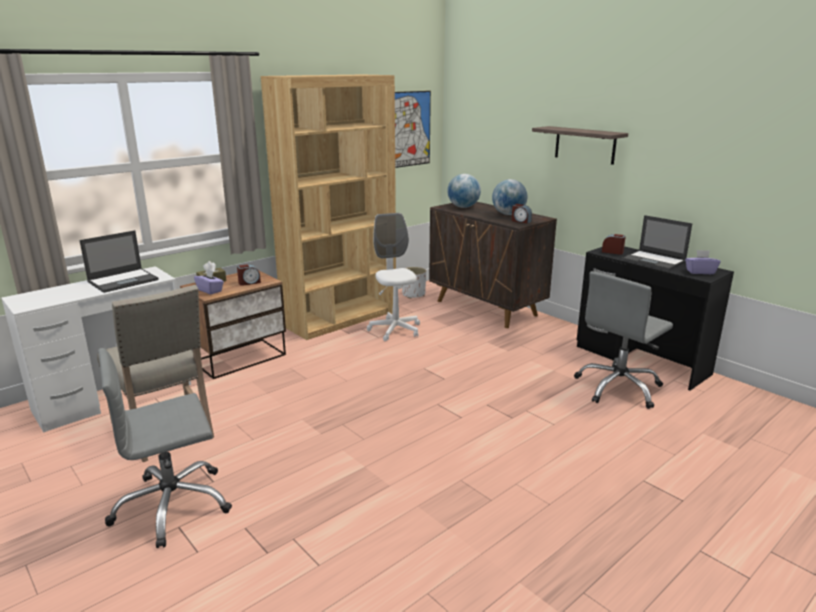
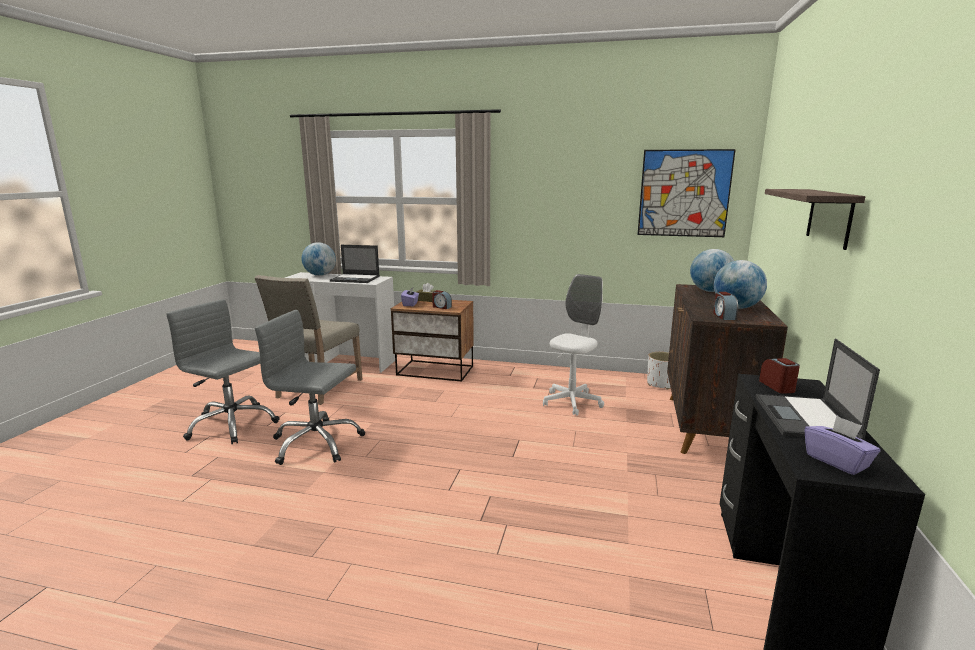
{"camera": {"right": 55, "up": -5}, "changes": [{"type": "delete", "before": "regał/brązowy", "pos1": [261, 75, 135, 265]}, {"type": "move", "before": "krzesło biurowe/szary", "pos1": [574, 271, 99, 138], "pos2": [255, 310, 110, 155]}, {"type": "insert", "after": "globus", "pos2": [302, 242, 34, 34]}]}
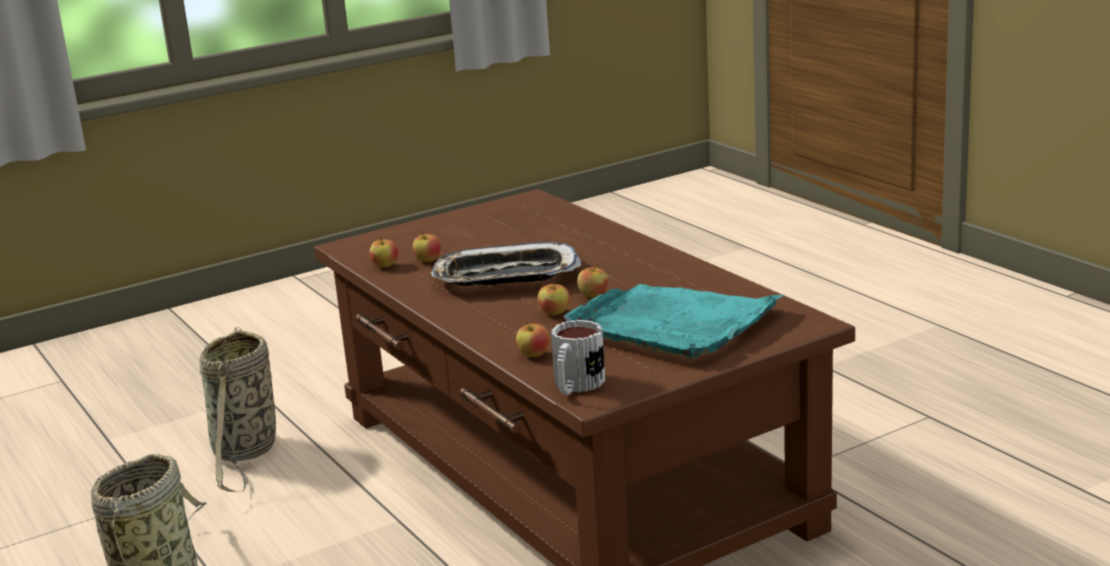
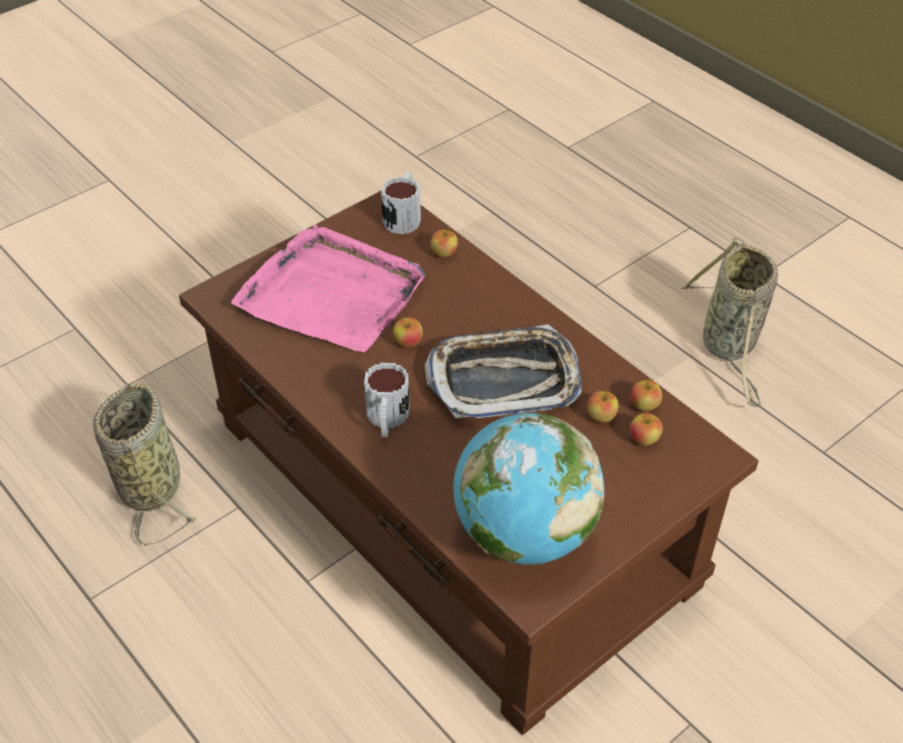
{"camera": {"right": 170, "up": 25}, "changes": [{"type": "move", "before": "koszyk", "pos1": [199, 327, 77, 165], "pos2": [93, 382, 103, 164]}, {"type": "move", "before": "jabłko", "pos1": [538, 281, 32, 34], "pos2": [630, 412, 33, 34]}, {"type": "recolor", "before": "taca/turkusowy", "after": "taca/różowy", "pos1": [563, 284, 221, 75], "pos2": [231, 225, 195, 127]}, {"type": "insert", "after": "kubek", "pos2": [364, 363, 46, 74]}, {"type": "insert", "after": "globus", "pos2": [453, 413, 151, 152]}]}
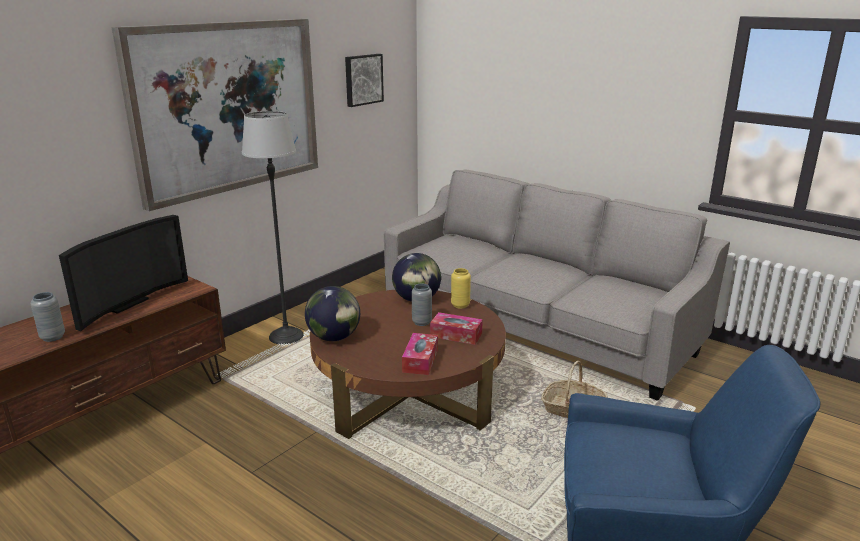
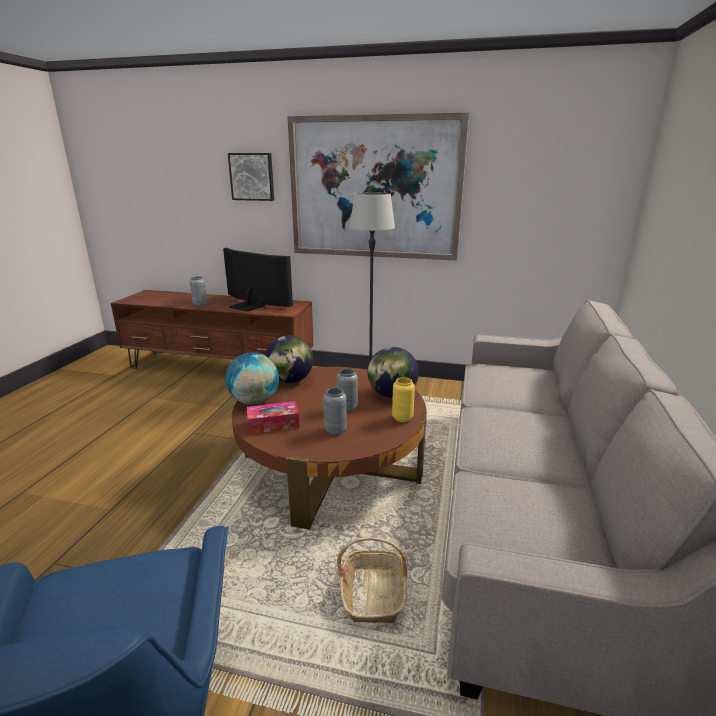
{"camera": {"right": 65, "up": 0}, "changes": [{"type": "rotate", "before": "telewizor", "pos1": [59, 215, 129, 116], "pos2": [223, 248, 70, 64], "turn": -150}, {"type": "move", "before": "obraz", "pos1": [345, 54, 39, 53], "pos2": [228, 153, 46, 48]}, {"type": "replace", "before": "pudełko chusteczek", "after": "wazon/szary", "pos1": [430, 312, 53, 33], "pos2": [323, 388, 24, 47]}, {"type": "insert", "after": "globus", "pos2": [225, 352, 54, 53]}]}
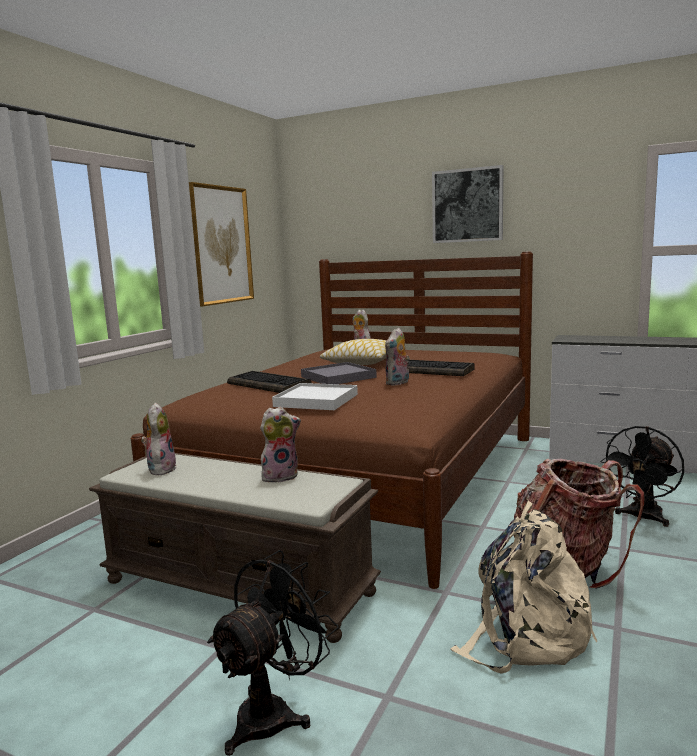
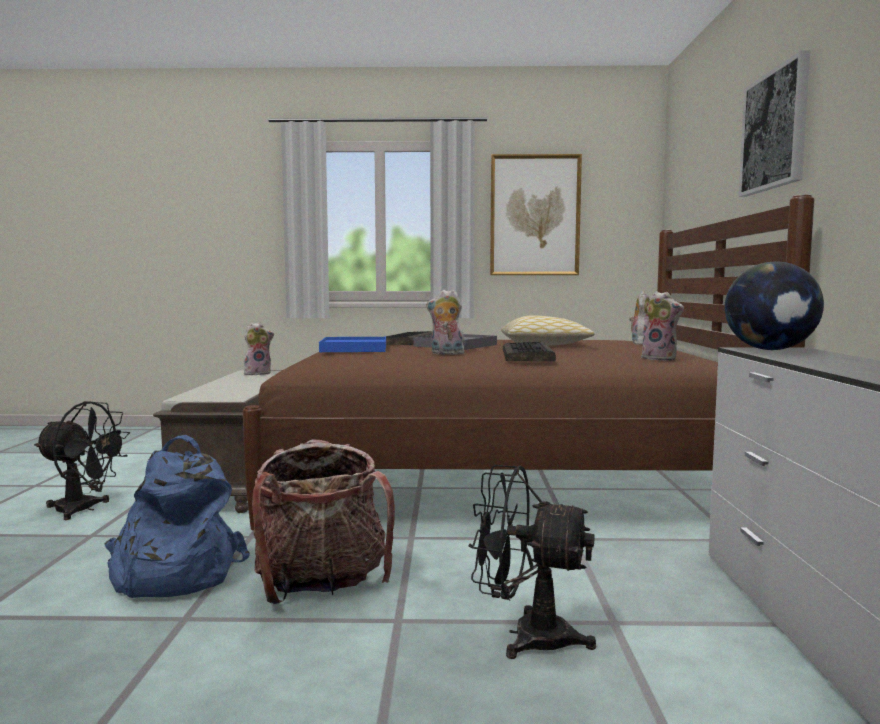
{"camera": {"right": 65, "up": -5}, "changes": [{"type": "move", "before": "pluszak", "pos1": [260, 407, 41, 77], "pos2": [641, 291, 43, 70]}, {"type": "recolor", "before": "taca/biały", "after": "taca/niebieski", "pos1": [272, 383, 86, 27], "pos2": [319, 337, 67, 15]}, {"type": "recolor", "before": "plecak/beżowy", "after": "plecak/niebieski", "pos1": [450, 501, 147, 173], "pos2": [105, 435, 145, 163]}, {"type": "insert", "after": "globus", "pos2": [725, 261, 99, 89]}]}
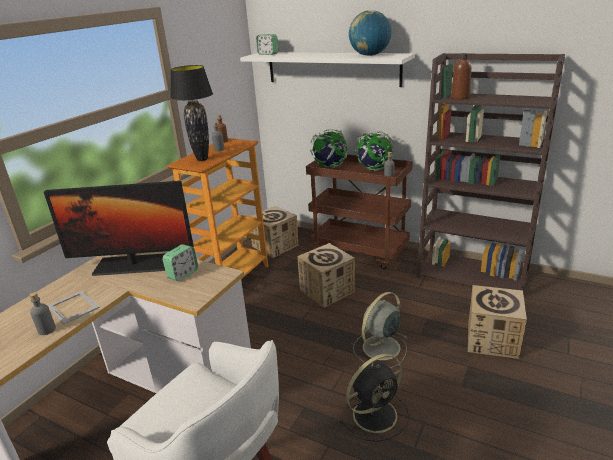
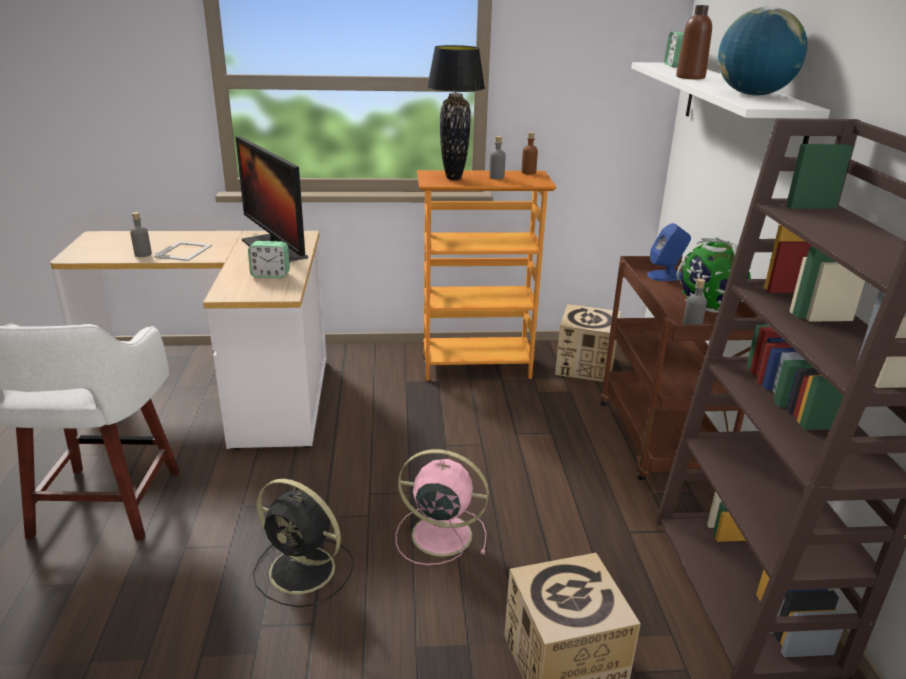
{"camera": {"right": 55, "up": 0}, "changes": [{"type": "delete", "before": "karton", "pos1": [297, 243, 58, 65]}, {"type": "replace", "before": "globus", "after": "głośnik/niebieski", "pos1": [310, 129, 38, 39], "pos2": [647, 223, 44, 58]}, {"type": "recolor", "before": "wentylator/szary", "after": "wentylator/różowy", "pos1": [353, 292, 55, 76], "pos2": [396, 449, 93, 116]}, {"type": "move", "before": "butelka/brązowy", "pos1": [451, 53, 20, 47], "pos2": [676, 5, 36, 74]}]}
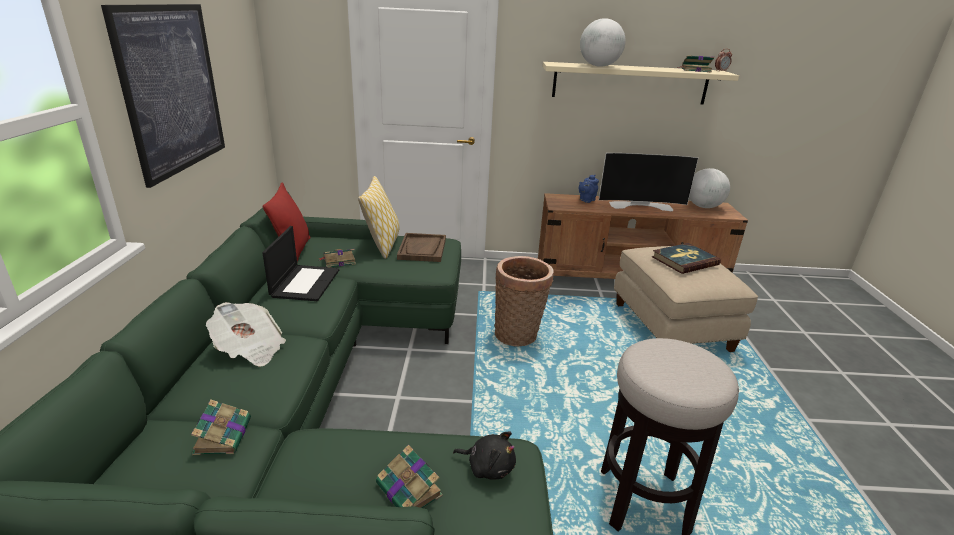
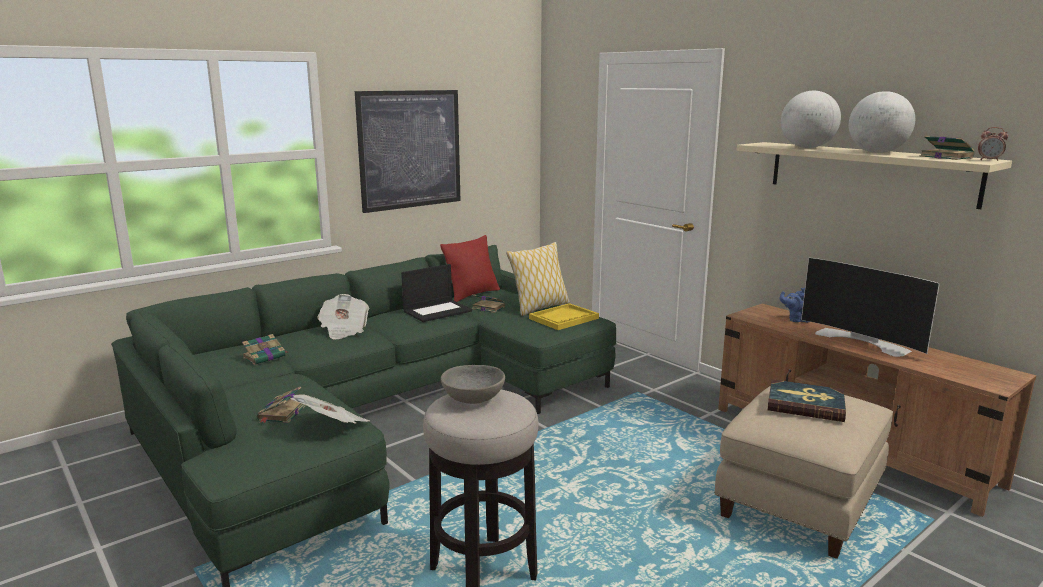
{"camera": {"right": 50, "up": -10}, "changes": [{"type": "recolor", "before": "taca/brązowy", "after": "taca/żółty", "pos1": [397, 233, 49, 29], "pos2": [529, 303, 70, 27]}, {"type": "replace", "before": "pluszak/czarny", "after": "gazeta", "pos1": [453, 432, 63, 47], "pos2": [290, 395, 80, 29]}, {"type": "delete", "before": "koszyk", "pos1": [495, 256, 59, 91]}, {"type": "move", "before": "globus", "pos1": [689, 168, 41, 40], "pos2": [849, 91, 66, 62]}, {"type": "insert", "after": "miska/szary", "pos2": [441, 365, 64, 39]}]}
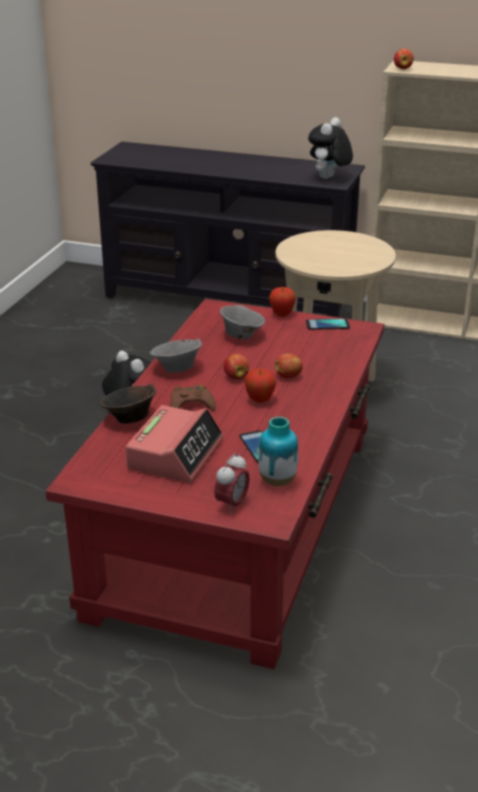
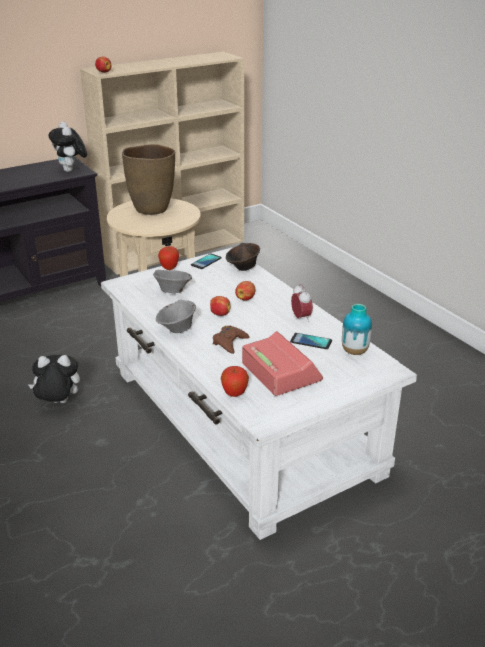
{"camera": {"right": -50, "up": 0}, "changes": [{"type": "recolor", "before": "ława/czerwony", "after": "ława/biały", "pos1": [45, 299, 339, 370], "pos2": [101, 247, 316, 293]}, {"type": "move", "before": "miska/brązowy", "pos1": [100, 384, 56, 40], "pos2": [226, 243, 34, 28]}, {"type": "move", "before": "budzik", "pos1": [214, 453, 36, 61], "pos2": [291, 284, 22, 38]}, {"type": "move", "before": "jabłko", "pos1": [245, 368, 31, 35], "pos2": [221, 366, 28, 31]}, {"type": "insert", "after": "wazon/brązowy", "pos2": [122, 144, 53, 71]}]}
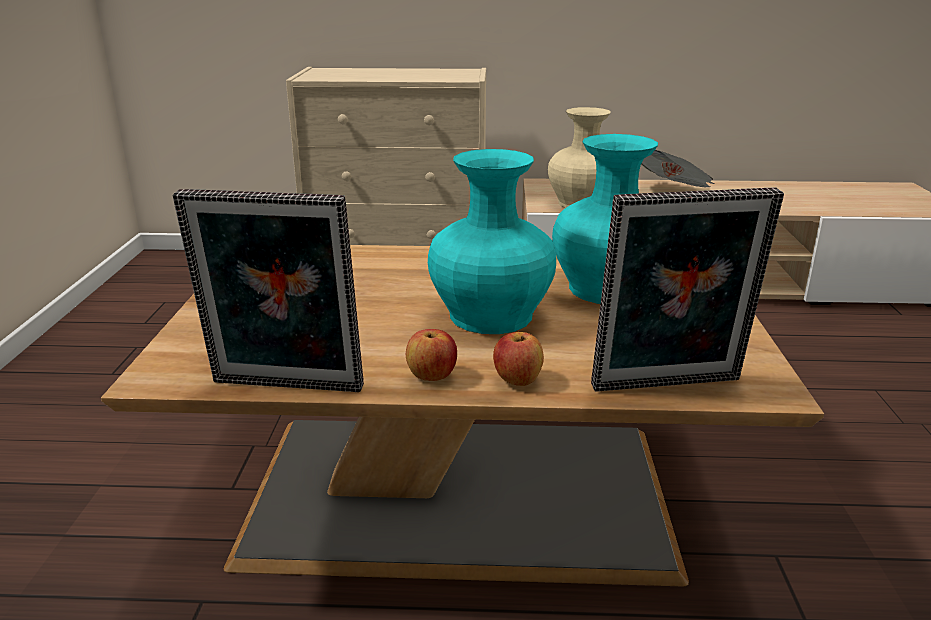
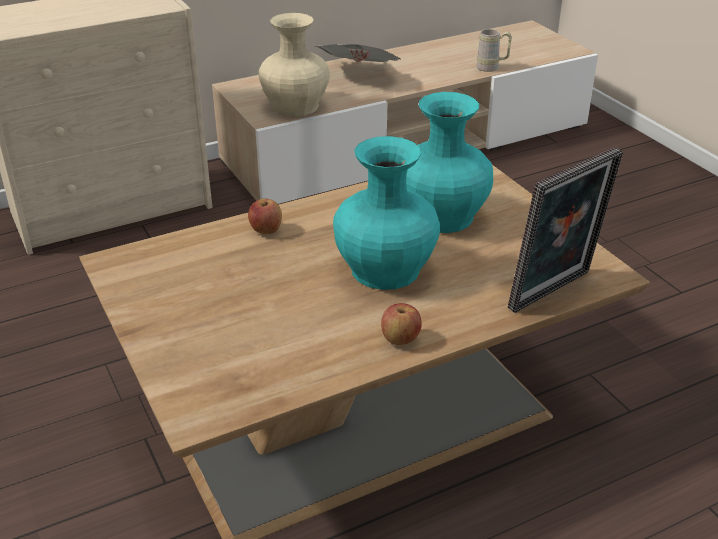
{"camera": {"right": -30, "up": 10}, "changes": [{"type": "delete", "before": "ramka na zdjęcie", "pos1": [173, 189, 191, 203]}, {"type": "move", "before": "jabłko", "pos1": [493, 332, 51, 54], "pos2": [248, 199, 34, 35]}, {"type": "insert", "after": "kubek/beżowy", "pos2": [476, 29, 36, 43]}]}
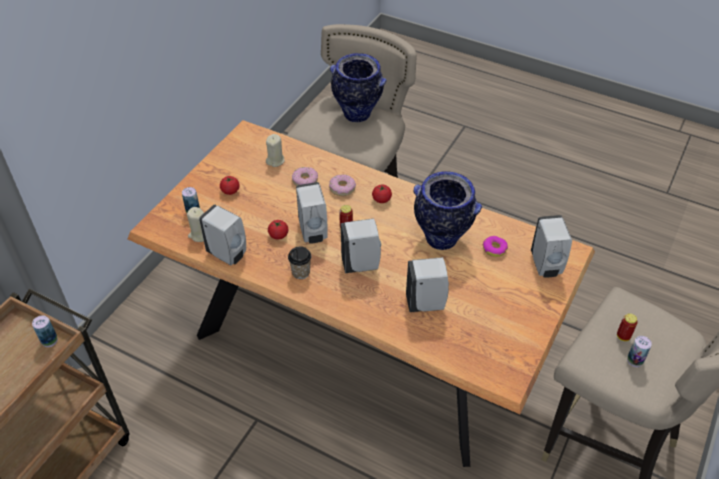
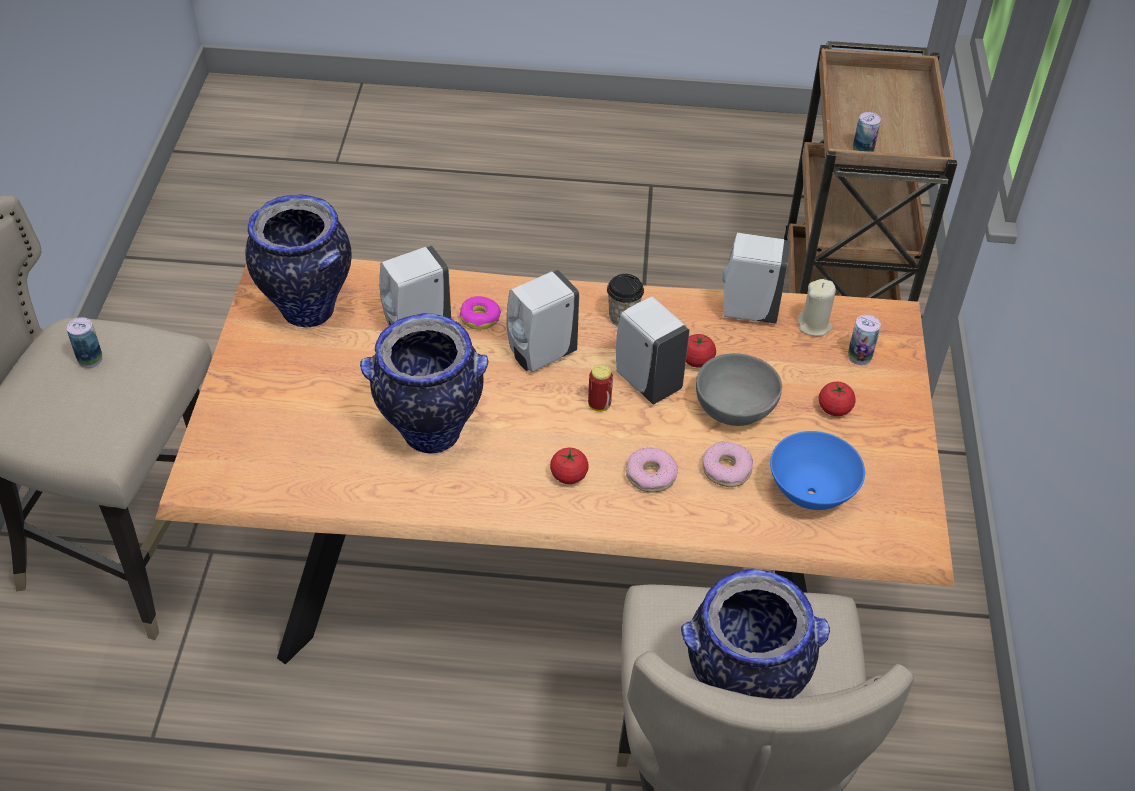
{"camera": {"right": 155, "up": 0}, "changes": [{"type": "replace", "before": "świeca/beżowy", "after": "miska/niebieski", "pos1": [266, 134, 19, 33], "pos2": [770, 431, 95, 79]}, {"type": "move", "before": "donut", "pos1": [482, 236, 26, 21], "pos2": [460, 296, 41, 34]}, {"type": "delete", "before": "dozownik mydła/biały", "pos1": [531, 215, 41, 63]}, {"type": "delete", "before": "puszka", "pos1": [617, 313, 21, 28]}, {"type": "insert", "after": "wazon", "pos2": [246, 194, 106, 133]}, {"type": "insert", "after": "miska/szary", "pos2": [696, 353, 86, 73]}]}
